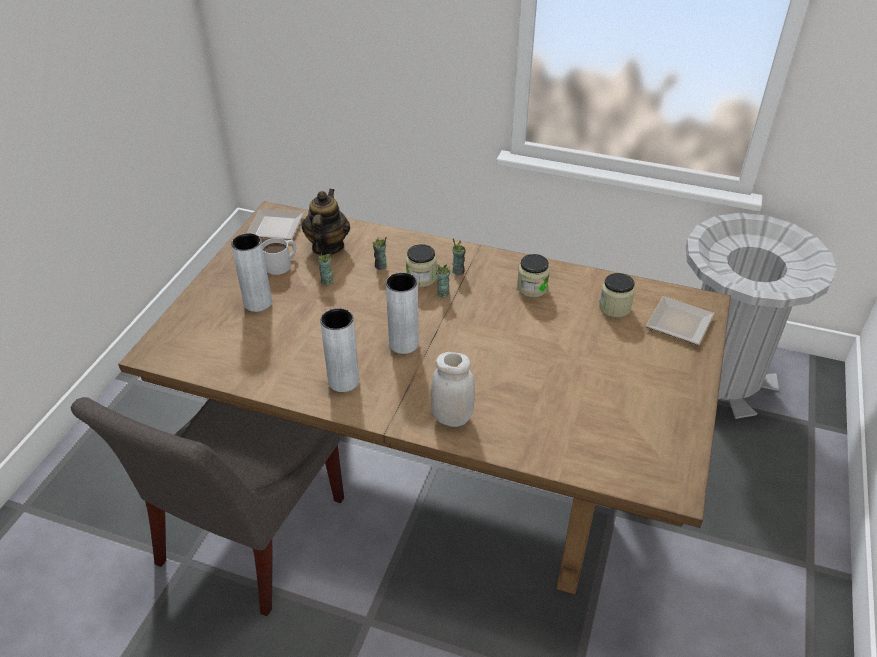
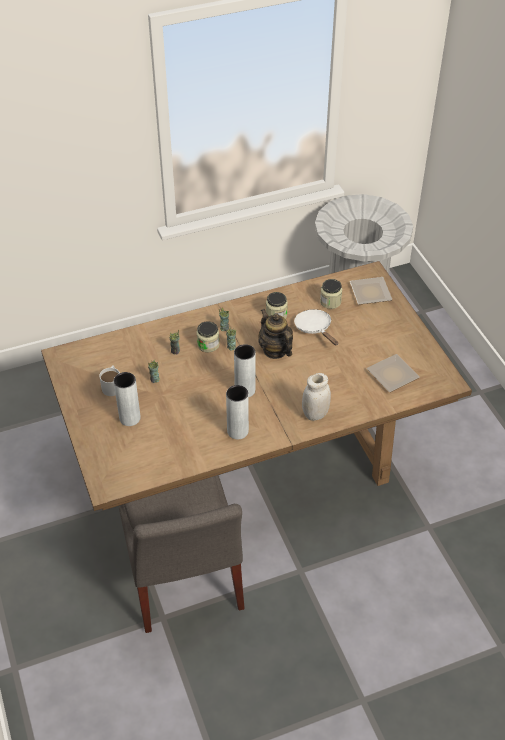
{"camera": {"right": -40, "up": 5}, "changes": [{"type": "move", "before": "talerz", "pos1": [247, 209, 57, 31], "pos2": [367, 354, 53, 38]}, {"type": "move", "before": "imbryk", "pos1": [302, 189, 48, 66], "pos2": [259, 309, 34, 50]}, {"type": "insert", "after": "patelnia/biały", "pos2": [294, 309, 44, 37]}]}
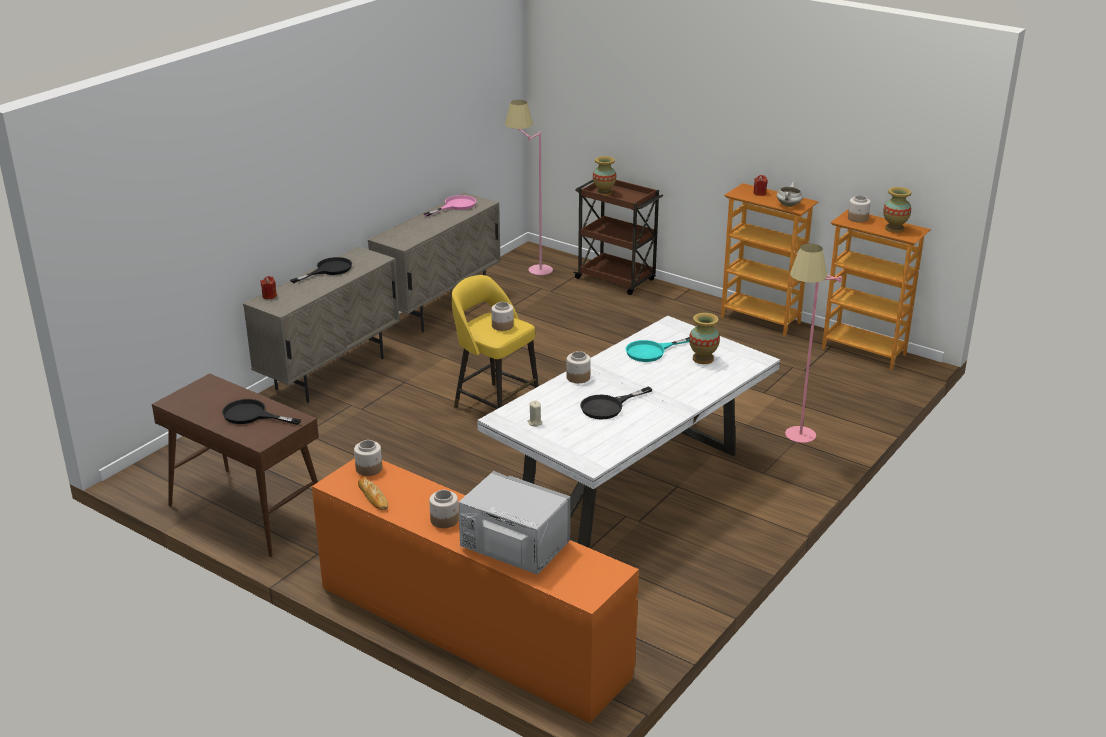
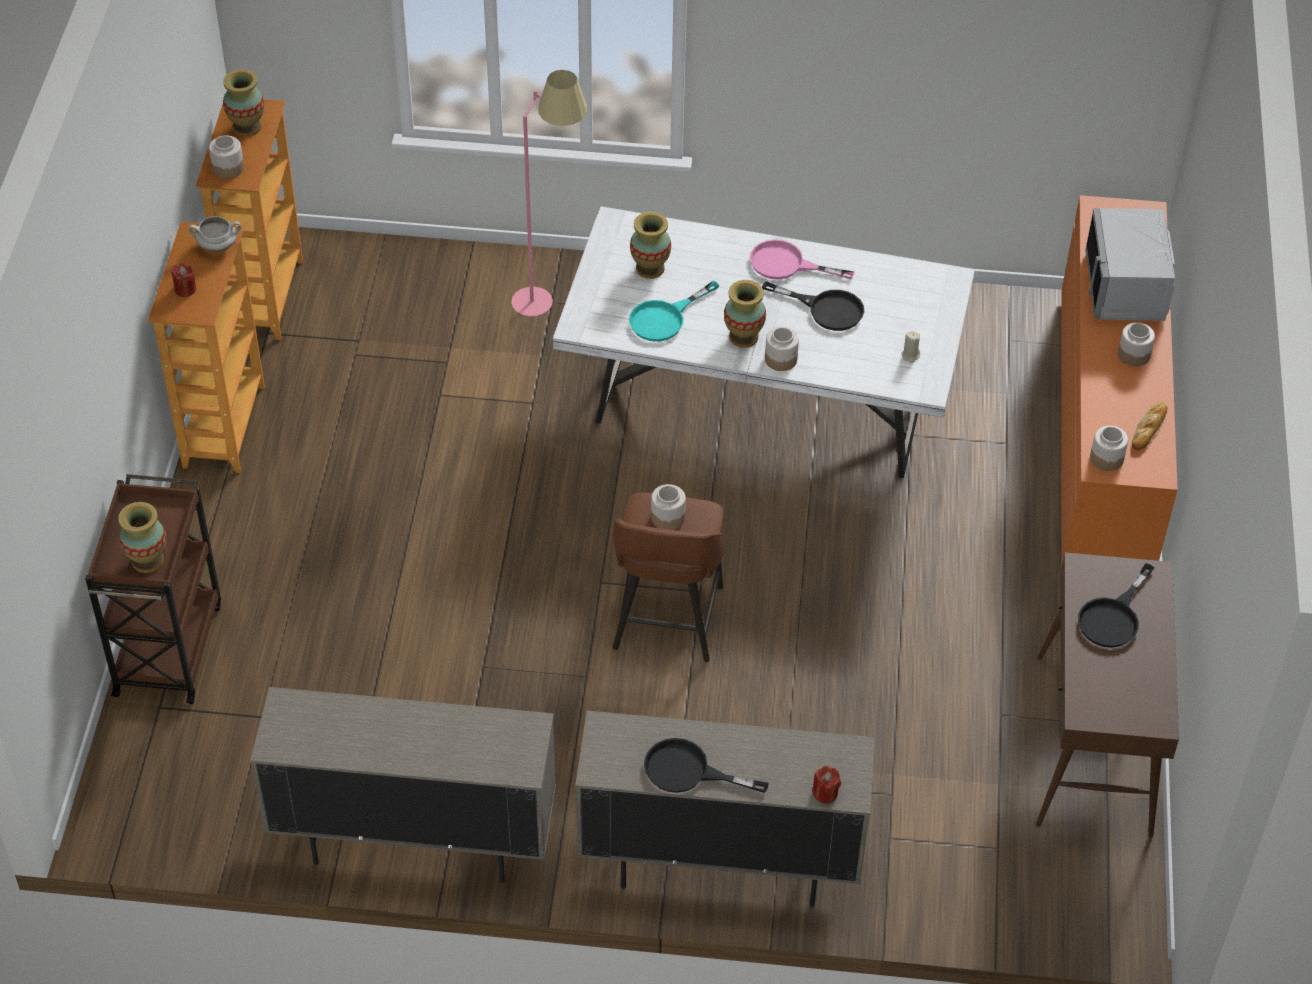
{"camera": {"right": -120, "up": 20}, "changes": [{"type": "rotate", "before": "patelnia/czarny", "pos1": [222, 399, 79, 26], "pos2": [1078, 563, 76, 85], "turn": 45}, {"type": "move", "before": "patelnia/różowy", "pos1": [424, 195, 52, 22], "pos2": [750, 239, 104, 41]}, {"type": "recolor", "before": "stołek/żółty", "after": "stołek/brązowy", "pos1": [452, 275, 87, 134], "pos2": [613, 493, 112, 169]}, {"type": "delete", "before": "lampa stojąca/różowy", "pos1": [505, 100, 48, 175]}, {"type": "rotate", "before": "patelnia/turkusowy", "pos1": [626, 337, 63, 25], "pos2": [629, 281, 90, 61], "turn": 105}, {"type": "insert", "after": "wazon", "pos2": [724, 280, 42, 68]}]}
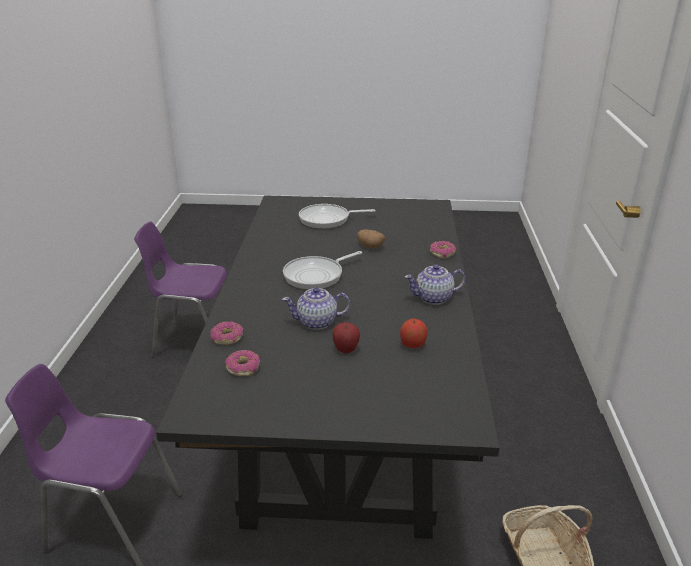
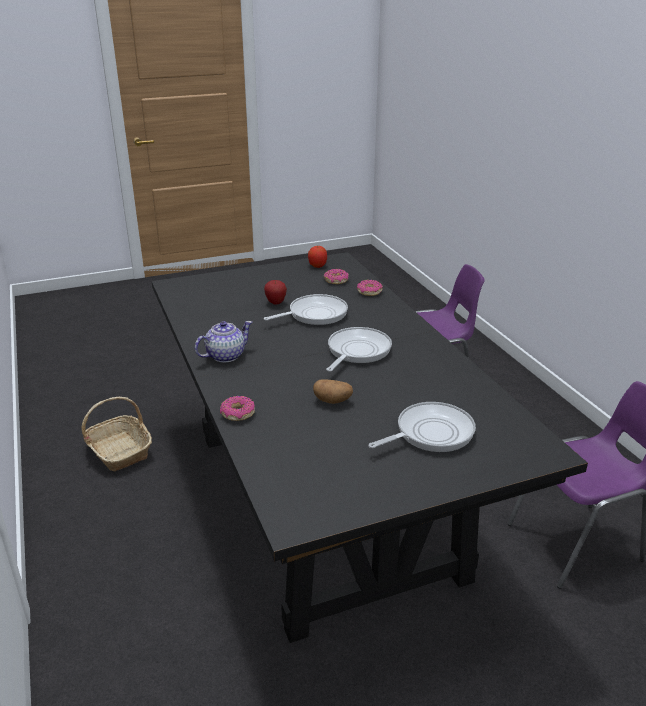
{"camera": {"right": 155, "up": 0}, "changes": [{"type": "replace", "before": "imbryk", "after": "patelnia", "pos1": [282, 287, 68, 43], "pos2": [264, 294, 84, 31]}, {"type": "move", "before": "jabłko", "pos1": [400, 319, 27, 29], "pos2": [308, 246, 19, 22]}]}
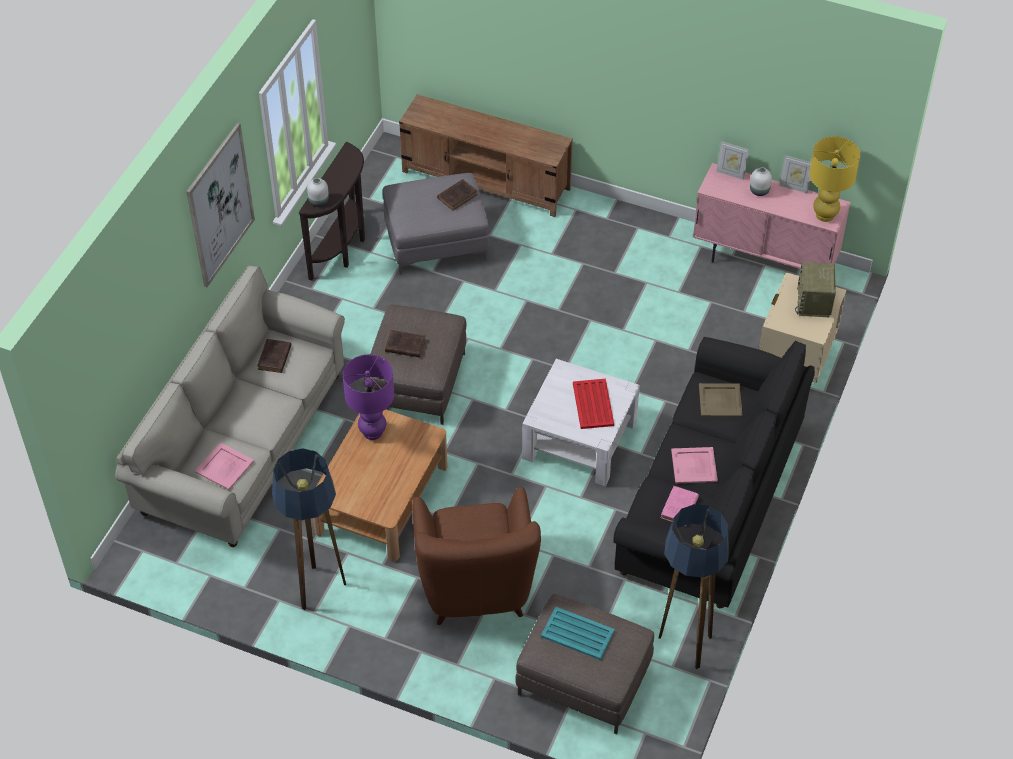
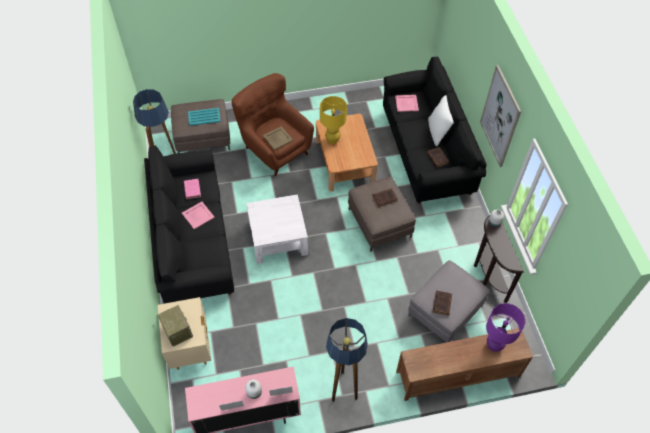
{"camera": {"right": 145, "up": 5}, "changes": [{"type": "recolor", "before": "kanapa/beżowy", "after": "kanapa/czarny", "pos1": [115, 265, 230, 282], "pos2": [383, 57, 104, 147]}, {"type": "move", "before": "lampa stojąca", "pos1": [272, 448, 74, 162], "pos2": [326, 318, 42, 84]}, {"type": "move", "before": "lampa stołowa/fioletowy", "pos1": [343, 354, 51, 86], "pos2": [486, 303, 39, 49]}, {"type": "delete", "before": "taca/czerwony", "pos1": [573, 379, 41, 50]}, {"type": "move", "before": "taca/beżowy", "pos1": [699, 383, 44, 34], "pos2": [263, 126, 30, 24]}, {"type": "move", "before": "lampa stołowa/żółty", "pos1": [809, 136, 51, 86], "pos2": [320, 96, 27, 48]}, {"type": "insert", "after": "poduszka/biały", "pos2": [428, 95, 26, 51]}]}
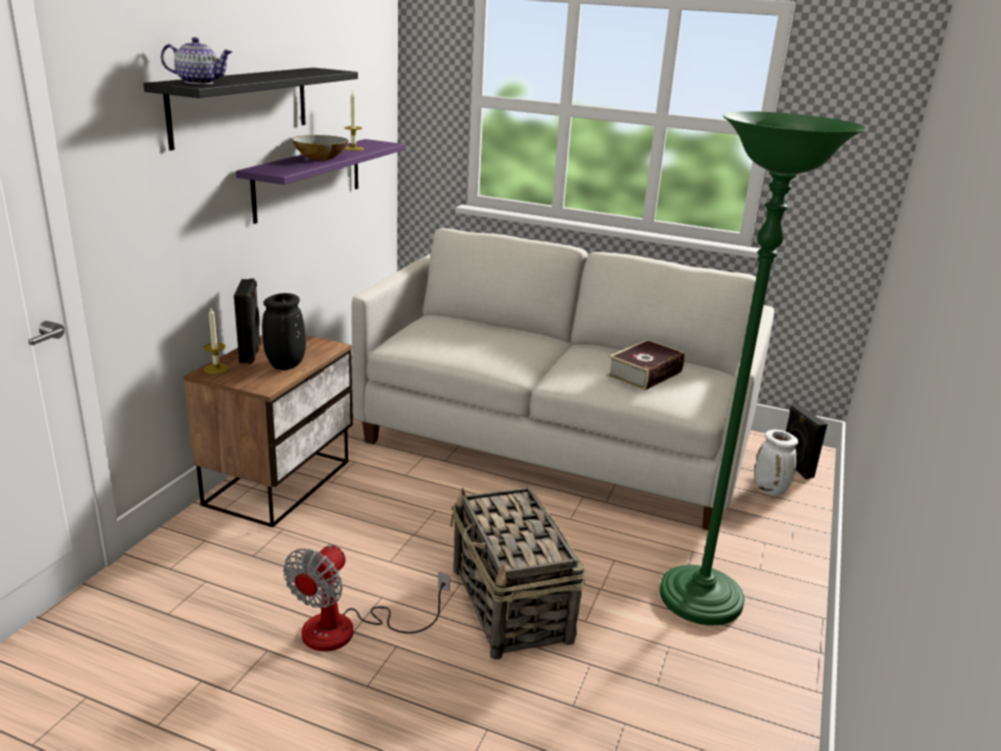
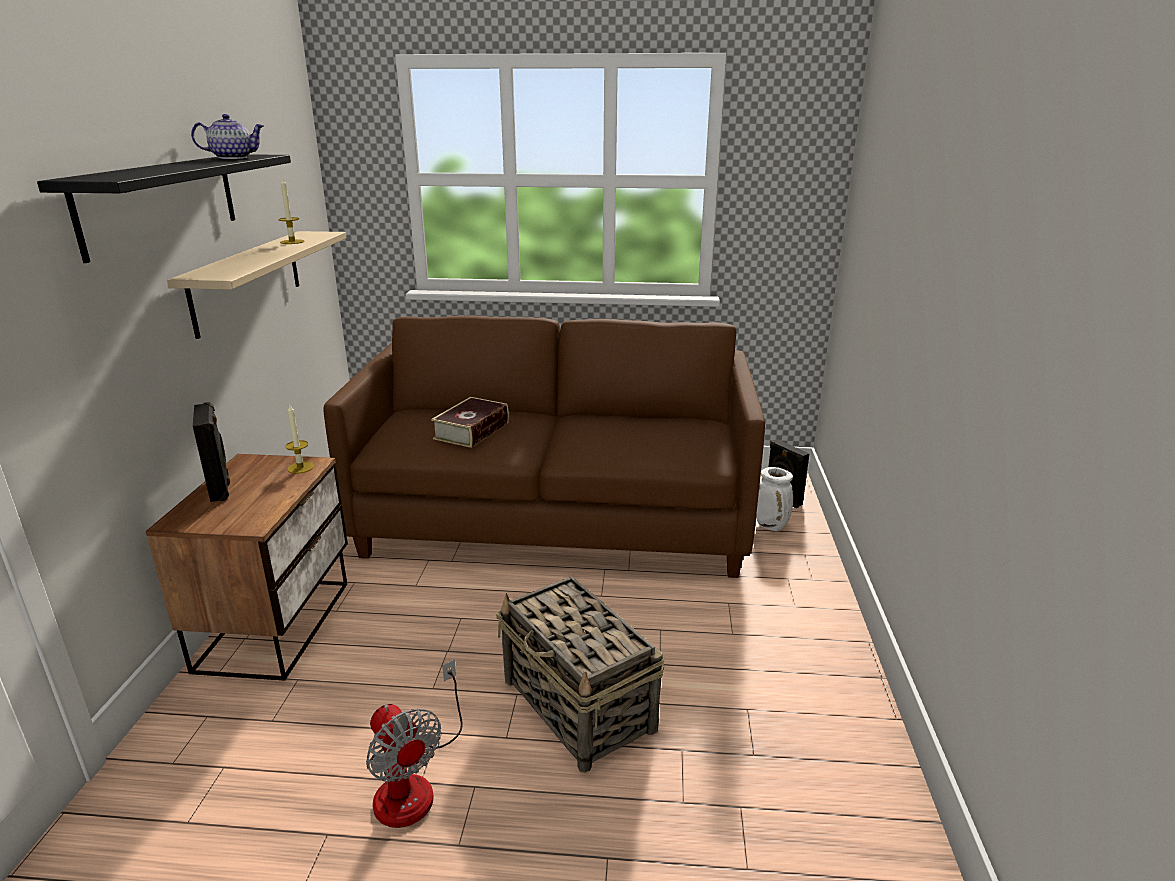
{"camera": {"right": -15, "up": 0}, "changes": [{"type": "move", "before": "imbryk", "pos1": [161, 37, 71, 47], "pos2": [191, 114, 73, 45]}, {"type": "move", "before": "świeca", "pos1": [204, 308, 25, 66], "pos2": [285, 403, 29, 71]}, {"type": "recolor", "before": "półka/fioletowy", "after": "półka/beżowy", "pos1": [236, 139, 169, 85], "pos2": [167, 231, 180, 108]}, {"type": "delete", "before": "wazon/czarny", "pos1": [262, 293, 44, 77]}, {"type": "rotate", "before": "wentylator", "pos1": [283, 544, 167, 107], "pos2": [366, 659, 97, 169], "turn": -45}, {"type": "delete", "before": "miska", "pos1": [291, 135, 58, 25]}, {"type": "recolor", "before": "kanapa/biały", "after": "kanapa/brązowy", "pos1": [352, 228, 422, 302], "pos2": [323, 316, 442, 262]}, {"type": "move", "before": "książka", "pos1": [607, 339, 78, 52], "pos2": [431, 397, 78, 51]}, {"type": "delete", "before": "lampa stojąca/zielony", "pos1": [660, 111, 206, 514]}]}
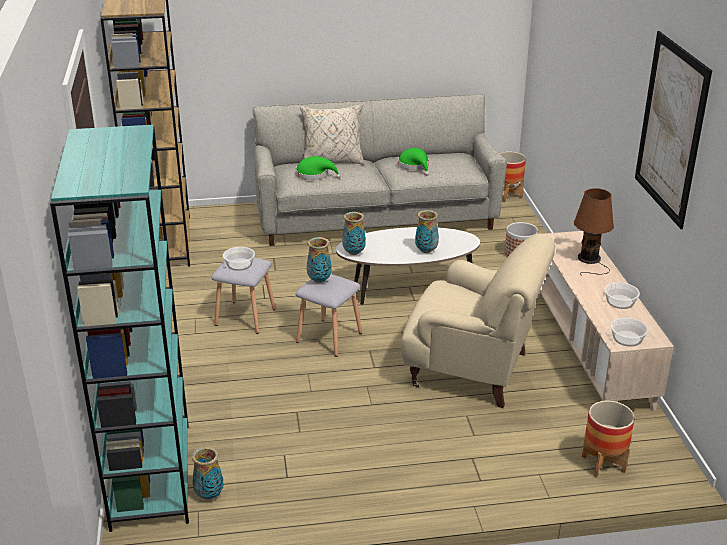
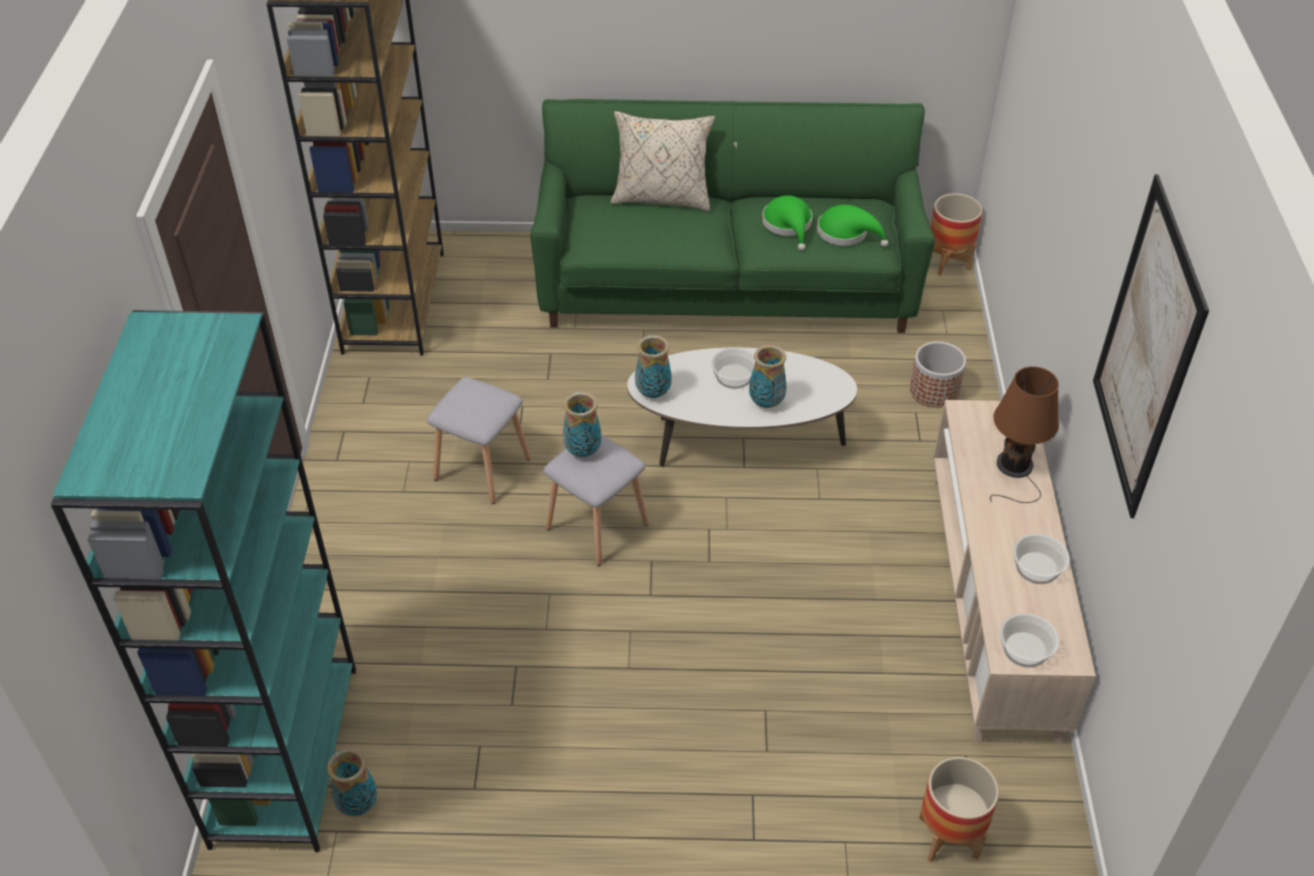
{"camera": {"right": 10, "up": 15}, "changes": [{"type": "move", "before": "miska", "pos1": [223, 247, 32, 24], "pos2": [711, 348, 45, 41]}, {"type": "recolor", "before": "kanapa/szary", "after": "kanapa/zielony", "pos1": [253, 93, 254, 153], "pos2": [530, 99, 405, 234]}, {"type": "move", "before": "kapelusz/zielony", "pos1": [296, 156, 45, 24], "pos2": [817, 205, 71, 42]}, {"type": "delete", "before": "fotel/beżowy", "pos1": [401, 234, 154, 174]}]}
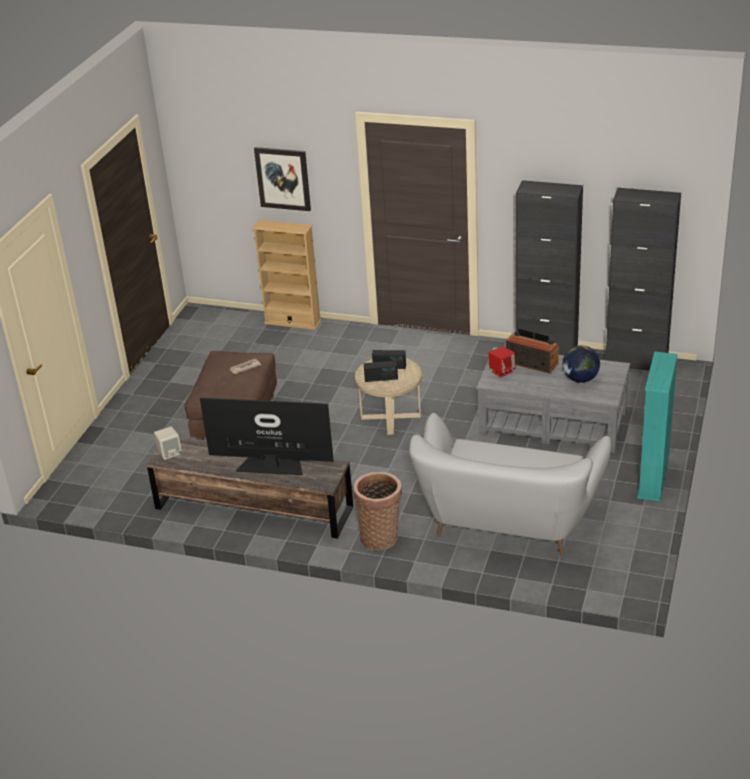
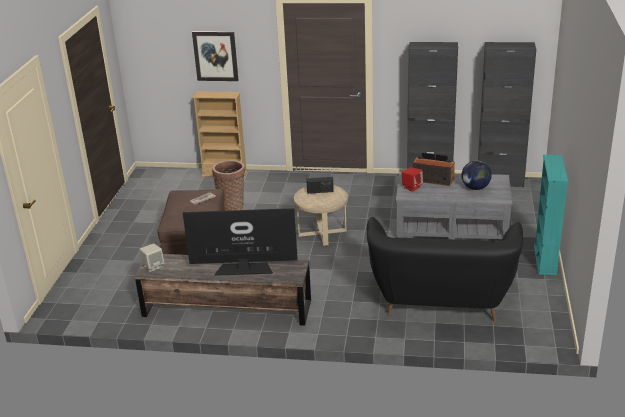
{"camera": {"right": -10, "up": -5}, "changes": [{"type": "move", "before": "koszyk", "pos1": [353, 472, 49, 79], "pos2": [212, 160, 33, 51]}, {"type": "delete", "before": "radio", "pos1": [364, 361, 34, 21]}, {"type": "recolor", "before": "kanapa/biały", "after": "kanapa/czarny", "pos1": [409, 413, 202, 144], "pos2": [367, 217, 157, 105]}]}
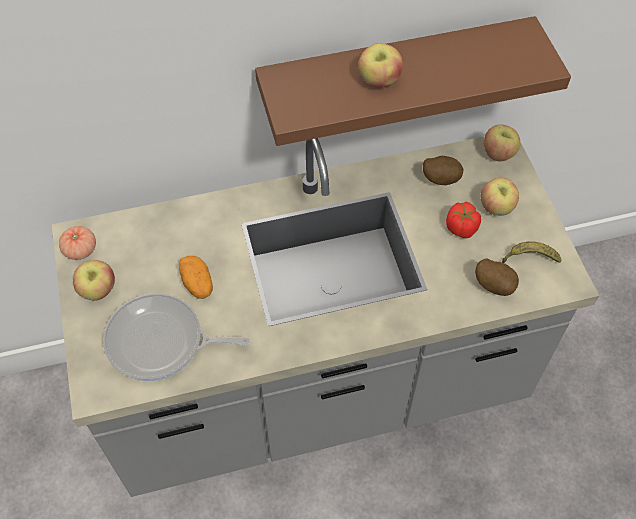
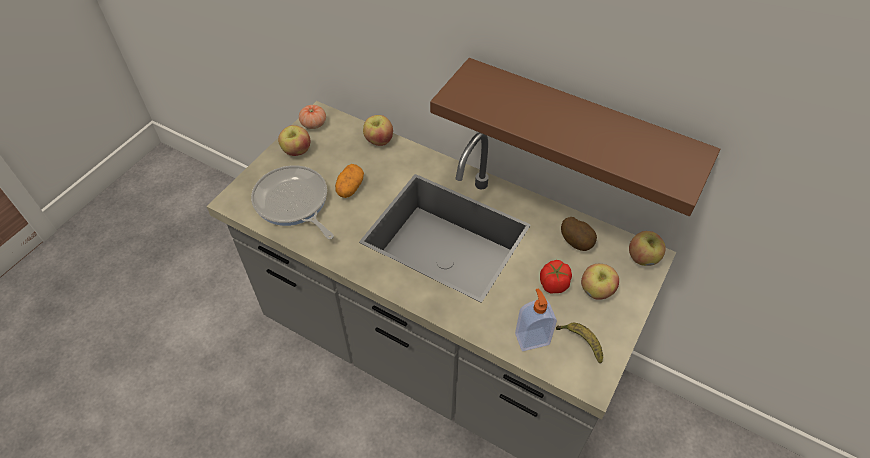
{"camera": {"right": 45, "up": -5}, "changes": [{"type": "move", "before": "jabłko", "pos1": [358, 43, 45, 45], "pos2": [363, 115, 30, 31]}, {"type": "replace", "before": "ziemniak", "after": "dozownik mydła", "pos1": [475, 259, 44, 37], "pos2": [515, 288, 42, 63]}]}
